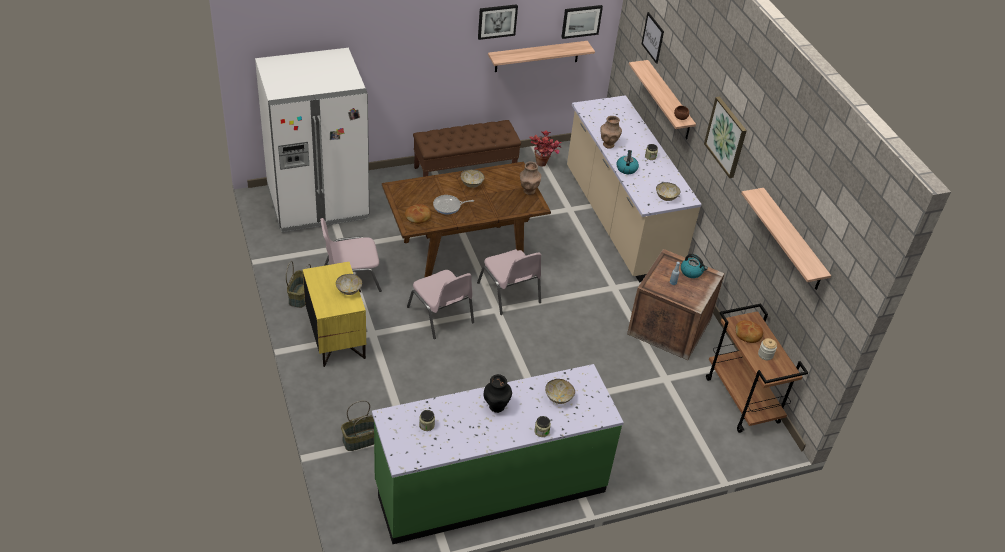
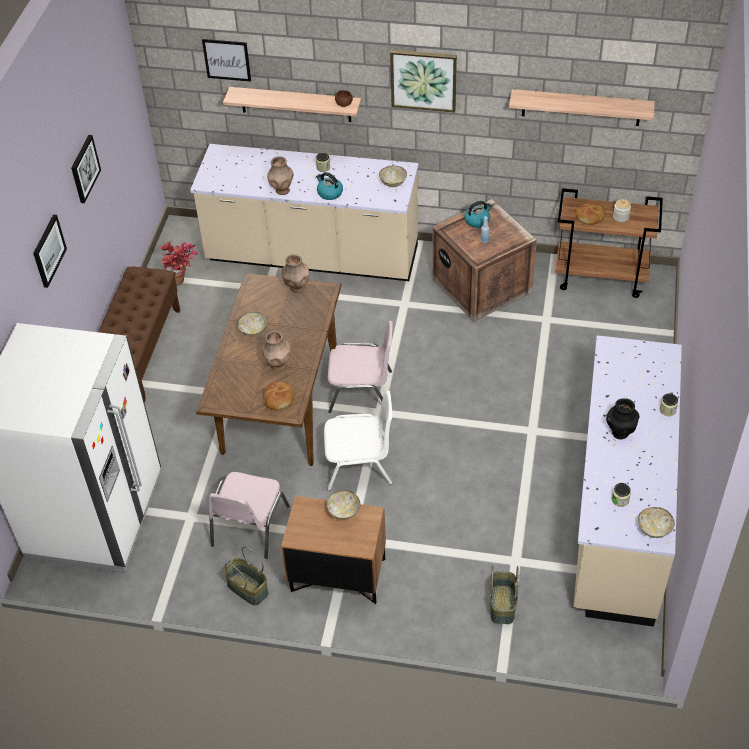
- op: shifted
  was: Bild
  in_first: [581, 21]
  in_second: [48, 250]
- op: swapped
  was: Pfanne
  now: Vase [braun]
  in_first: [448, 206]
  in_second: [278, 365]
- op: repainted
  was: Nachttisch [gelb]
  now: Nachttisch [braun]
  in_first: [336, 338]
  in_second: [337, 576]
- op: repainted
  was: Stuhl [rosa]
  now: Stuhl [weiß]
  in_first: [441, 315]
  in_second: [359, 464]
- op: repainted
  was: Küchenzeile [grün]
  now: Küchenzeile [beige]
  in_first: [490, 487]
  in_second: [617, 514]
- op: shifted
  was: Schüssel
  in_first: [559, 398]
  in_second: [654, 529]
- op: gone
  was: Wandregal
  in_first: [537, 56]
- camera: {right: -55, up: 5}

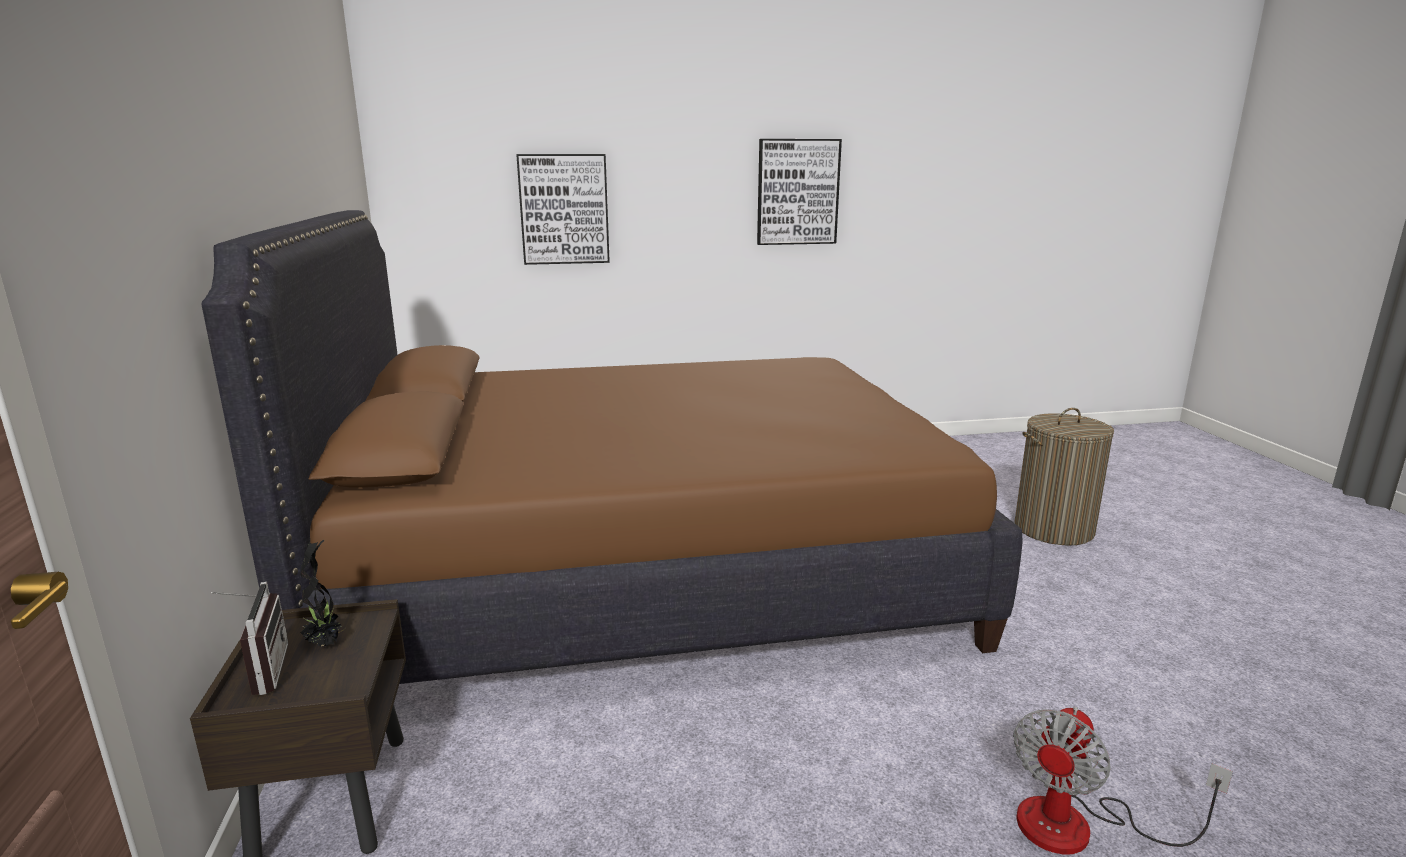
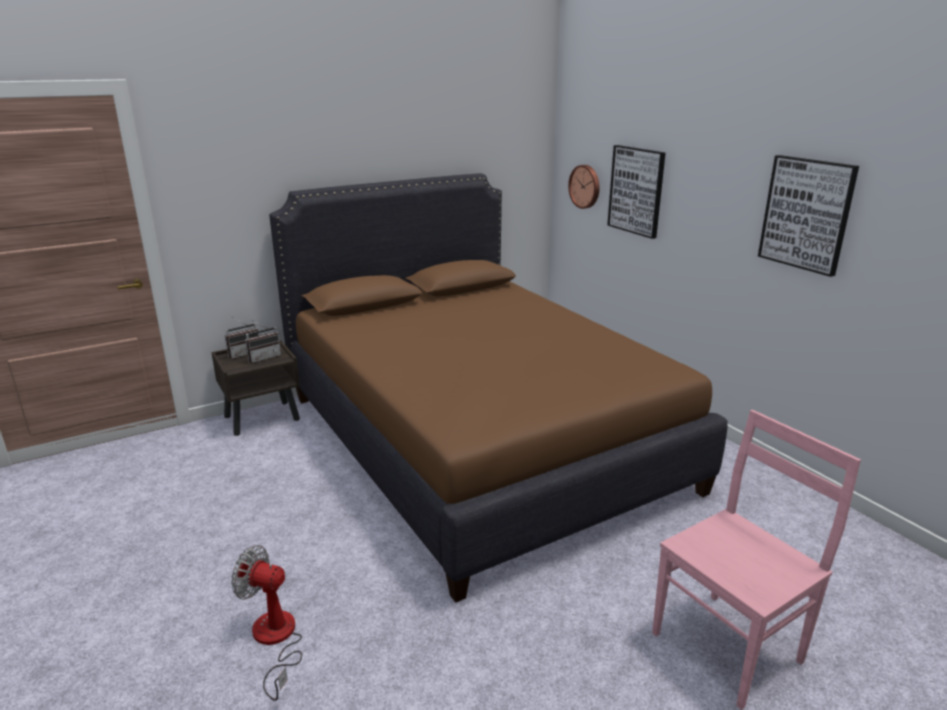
- op: swapped
  was: Topfpflanze
  now: Radio
  in_first: [325, 644]
  in_second: [263, 357]
- op: new
  now: Wanduhr
  in_second: [585, 186]
- op: swapped
  was: Wäschekorb
  now: Stuhl [rosa]
  in_first: [1053, 529]
  in_second: [729, 645]
- camera: {right: 70, up: 5}

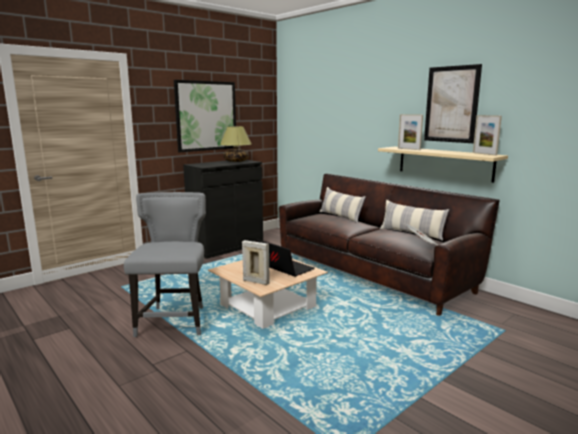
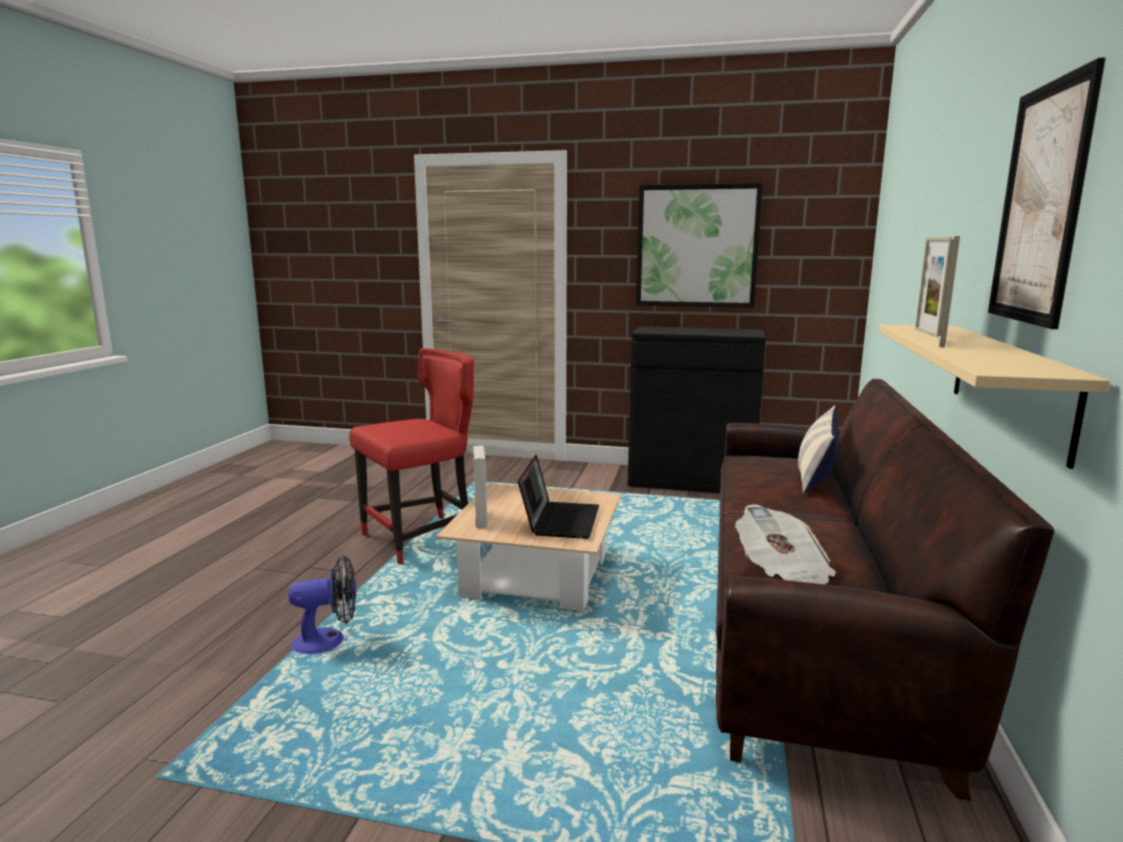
- op: new
  now: Ventilator
  in_second: [329, 641]
- op: repainted
  was: Stuhl [grau]
  now: Stuhl [rot]
  in_first: [174, 321]
  in_second: [422, 538]
- op: shifted
  was: Bilderrahmen
  in_first: [484, 154]
  in_second: [941, 342]
- op: gone
  was: Tischlampe
  in_first: [236, 161]
- op: gone
  was: Kissen
  in_first: [411, 233]
- camera: {right: 55, up: 0}

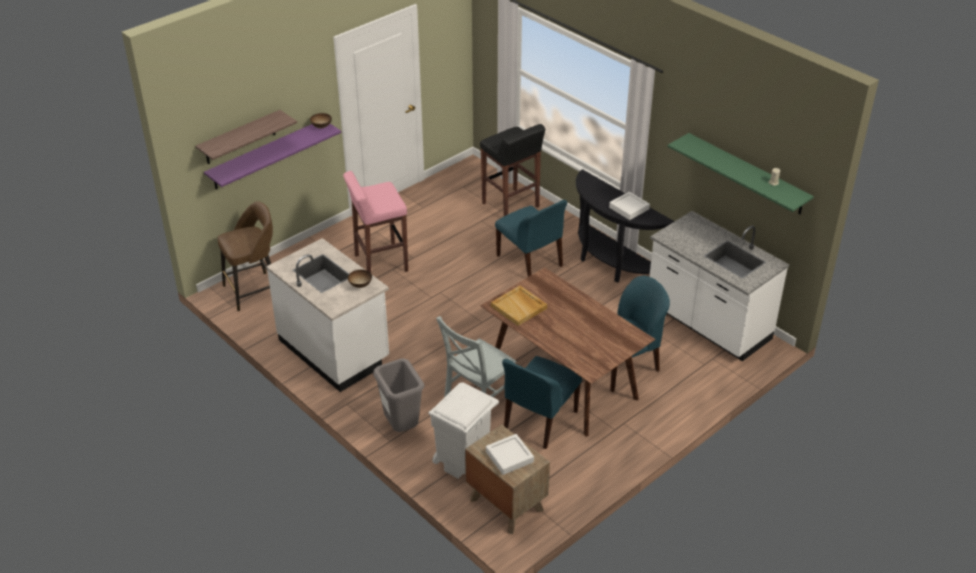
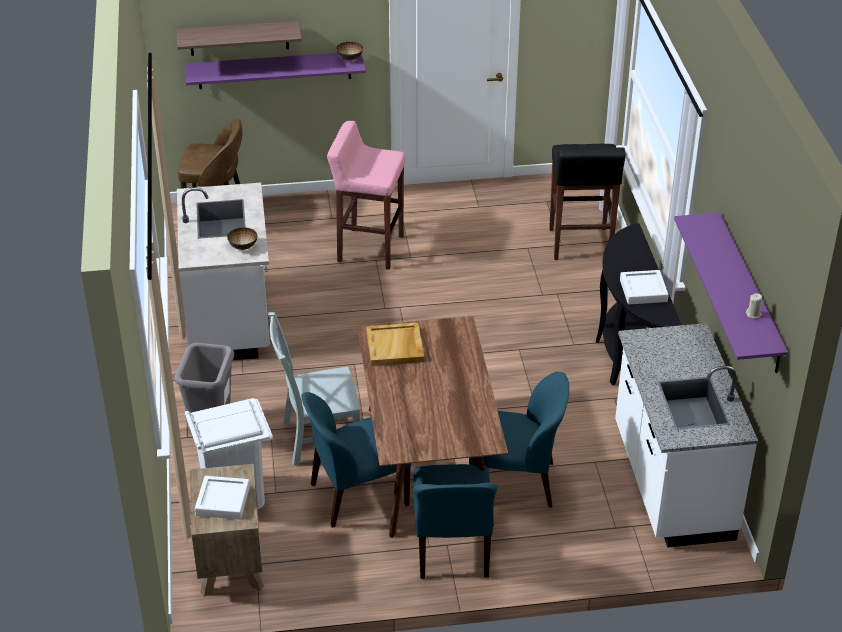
- op: shifted
  was: Stuhl [blau]
  in_first: [530, 261]
  in_second: [452, 548]
- op: repainted
  was: Wandregal [grün]
  now: Wandregal [lila]
  in_first: [747, 174]
  in_second: [749, 293]
- camera: {right: 35, up: 0}

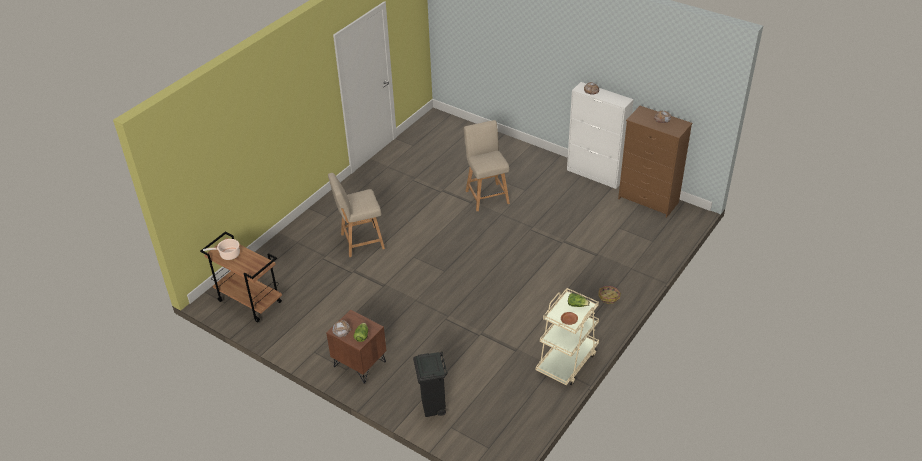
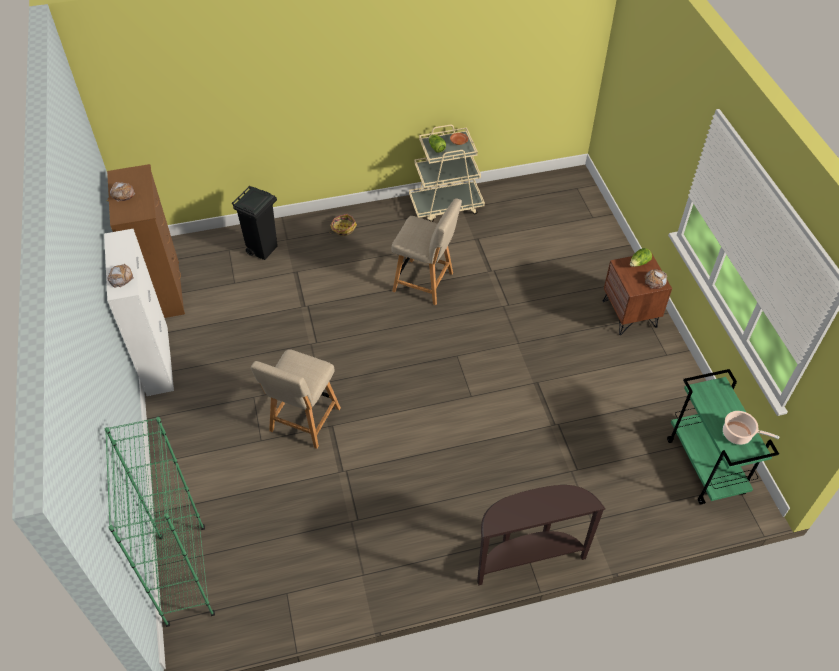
- op: new
  now: Bücherregal [grün]
  in_second: [186, 575]
- op: shifted
  was: Mülleimer [schwarz]
  in_first: [433, 408]
  in_second: [263, 249]
- op: shifted
  was: Stuhl [beige]
  in_first: [360, 242]
  in_second: [426, 283]
- op: new
  now: Konsolentisch [braun]
  in_second: [527, 558]
- op: repainted
  was: Rollwagen [braun]
  now: Rollwagen [grün]
  in_first: [249, 301]
  in_second: [706, 466]
- camera: {right: -140, up: 10}

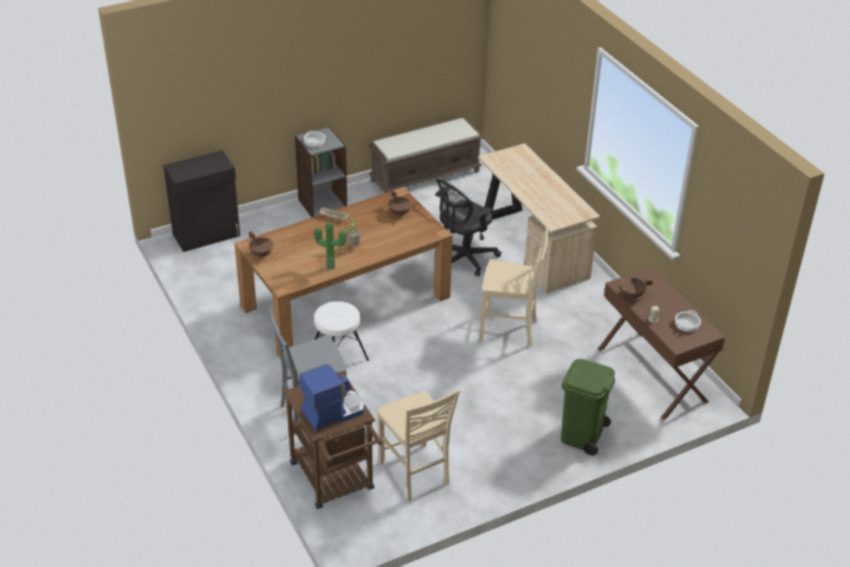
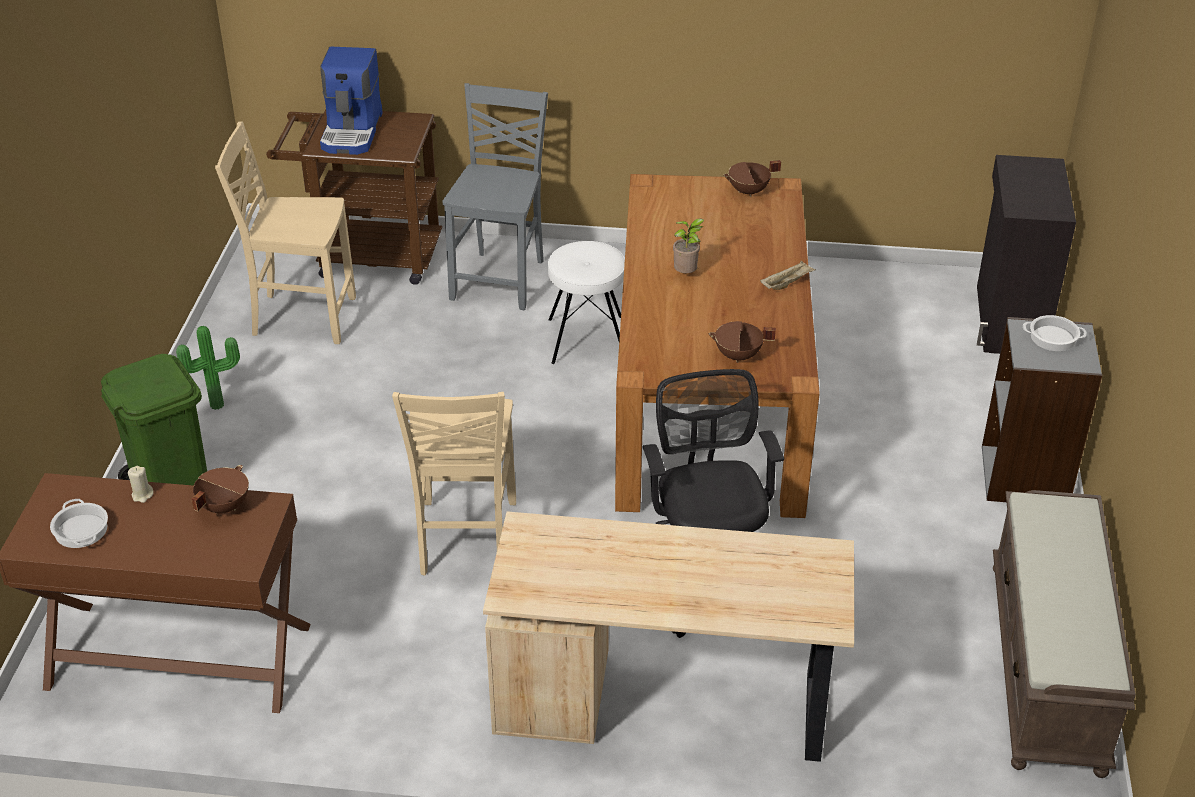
- op: shifted
  was: Topfpflanze
  in_first: [331, 266]
  in_second: [218, 406]
- op: rotated
  was: Stuhl [beige]
  in_first: [509, 330]
  in_second: [465, 539]
  clockwise: -45
- camera: {right: 125, up: 0}

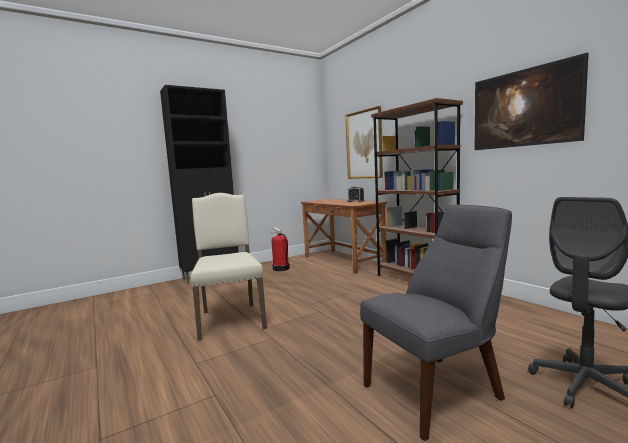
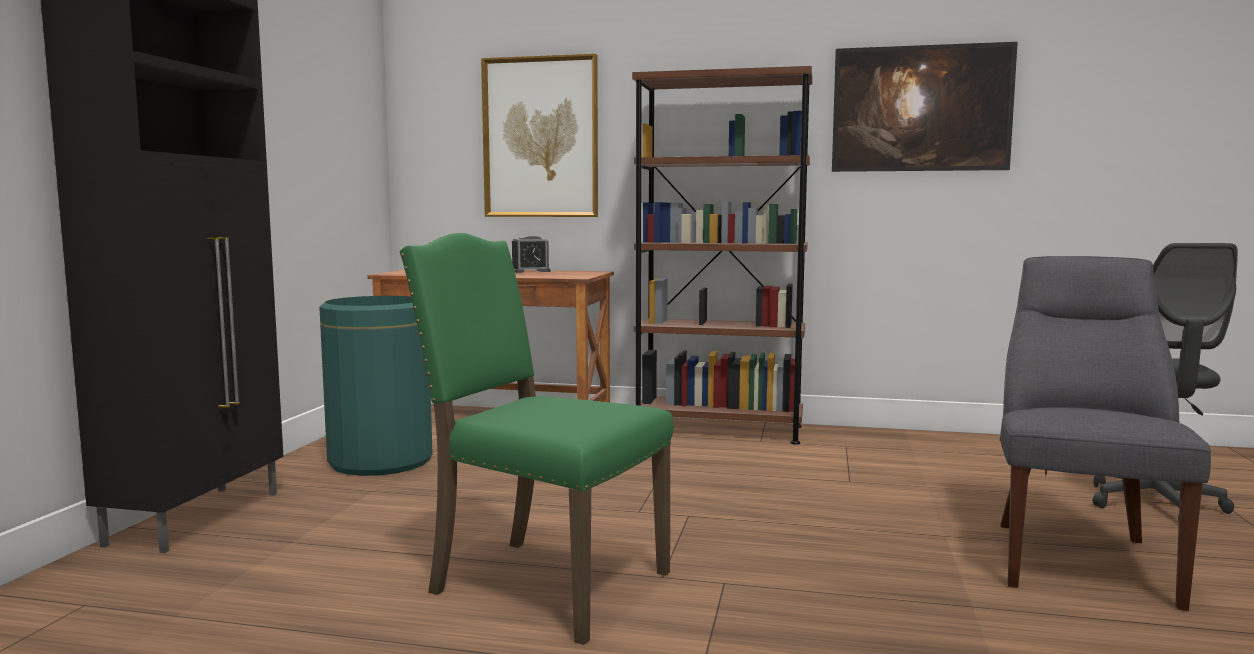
- op: swapped
  was: Feuerlöscher
  now: Mülleimer [grün]
  in_first: [280, 268]
  in_second: [380, 461]
- op: repainted
  was: Stuhl [beige]
  now: Stuhl [grün]
  in_first: [230, 319]
  in_second: [543, 583]
- camera: {right: -45, up: 0}

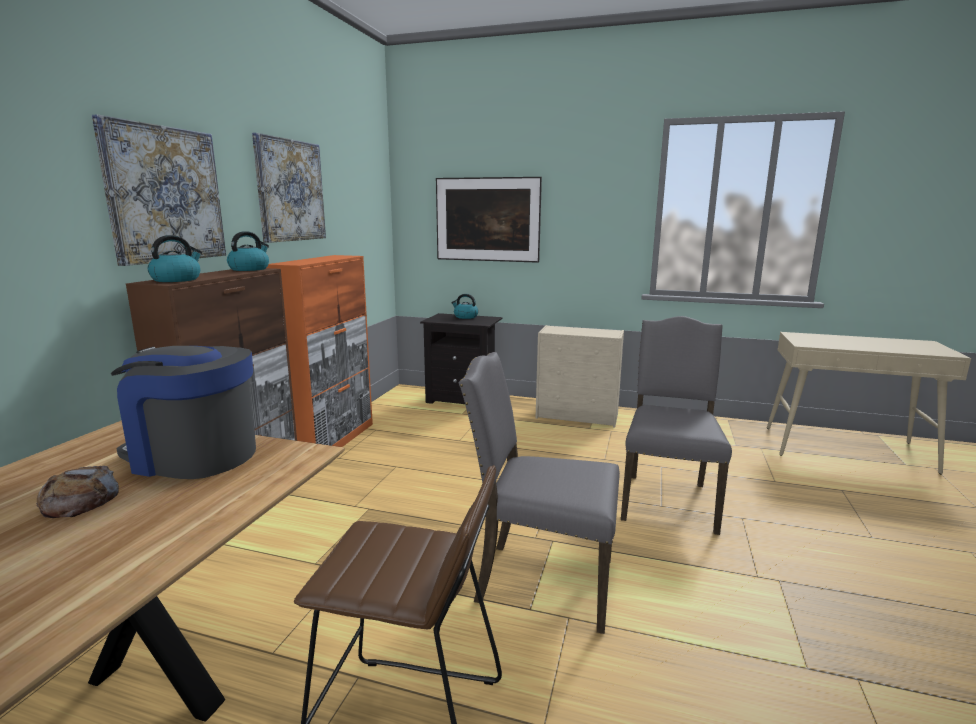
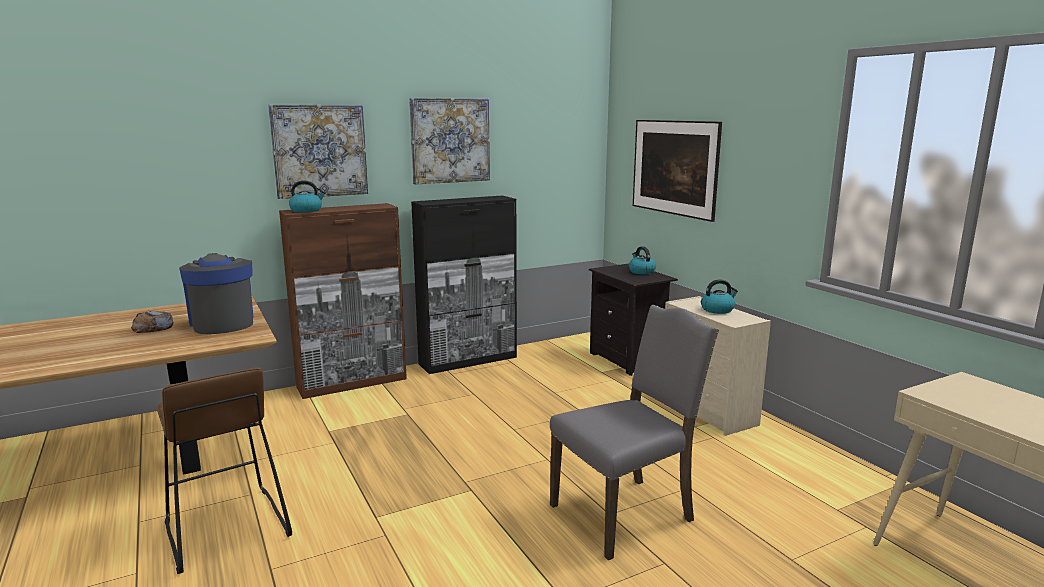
- op: repainted
  was: Schrank [orange]
  now: Schrank [schwarz]
  in_first: [333, 441]
  in_second: [468, 360]
- op: shifted
  was: Wasserkessel
  in_first: [249, 269]
  in_second: [717, 310]
- op: gone
  was: Stuhl [grau]
  in_first: [541, 581]
- camera: {right: 45, up: 0}

